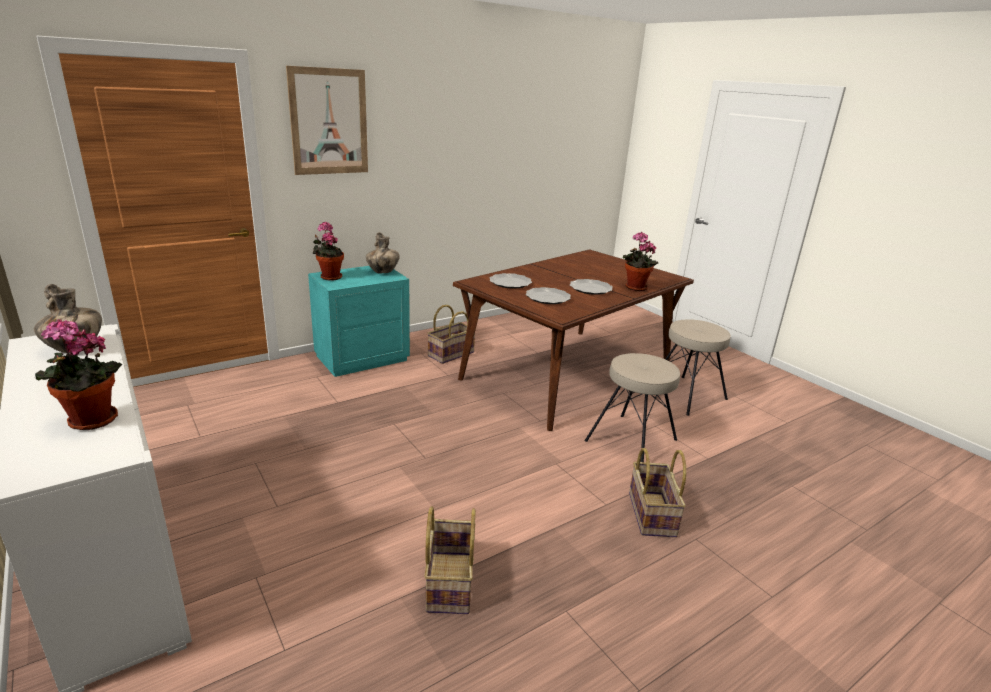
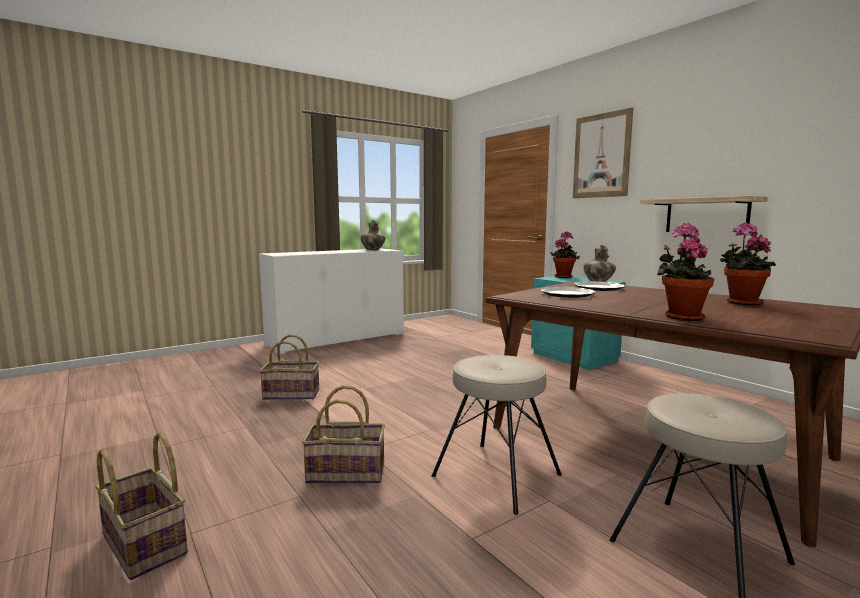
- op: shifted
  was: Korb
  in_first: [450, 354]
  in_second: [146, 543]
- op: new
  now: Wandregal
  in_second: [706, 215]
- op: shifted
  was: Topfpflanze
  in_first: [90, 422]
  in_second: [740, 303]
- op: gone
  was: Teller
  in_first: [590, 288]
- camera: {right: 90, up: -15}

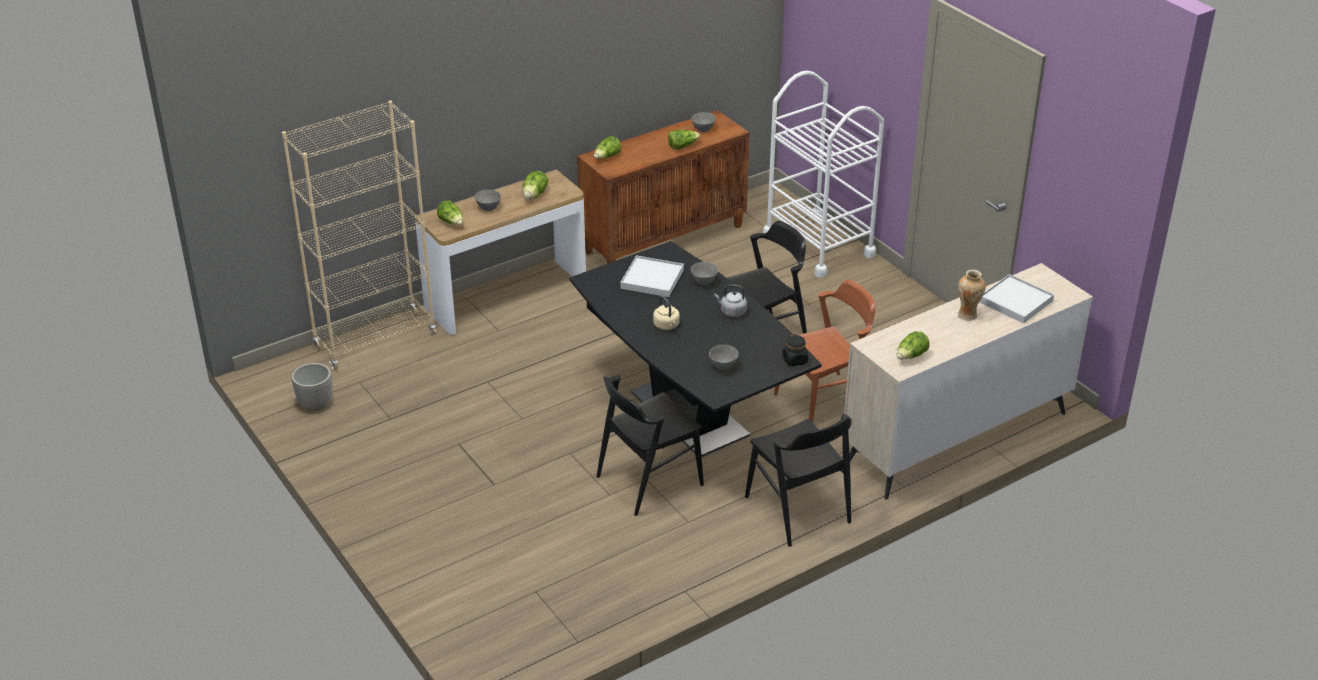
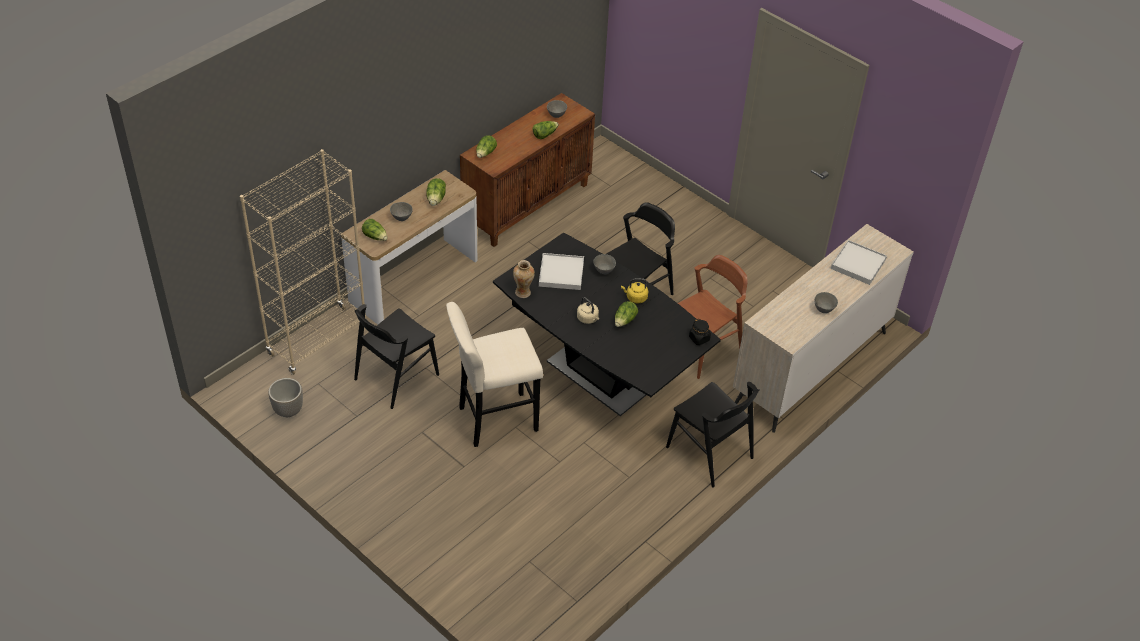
- op: shifted
  was: Stuhl [schwarz]
  in_first: [649, 480]
  in_second: [396, 377]
- op: new
  now: Hocker [beige]
  in_second: [494, 420]
- op: shifted
  was: Vase
  in_first: [968, 315]
  in_second: [523, 292]
- op: shifted
  was: Salatkopf
  in_first: [911, 356]
  in_second: [625, 321]
- op: repainted
  was: Wasserkessel [grau]
  now: Wasserkessel [gelb]
  in_first: [731, 312]
  in_second: [635, 298]
- op: shifted
  was: Schüssel [grau]
  in_first: [723, 367]
  in_second: [823, 310]
- op: gone
  was: Rollwagen [weiß]
  in_first: [819, 245]
- camera: {right: -15, up: 10}

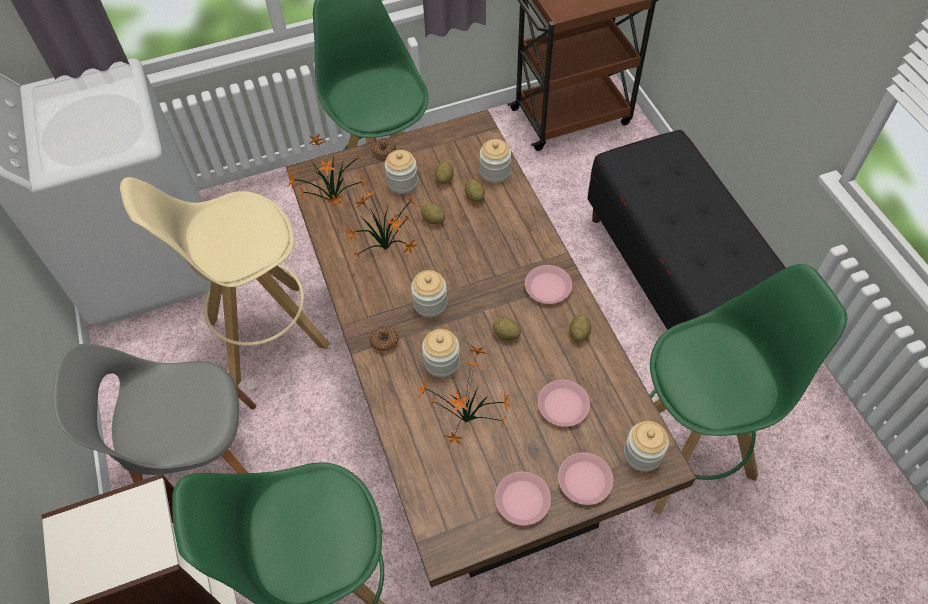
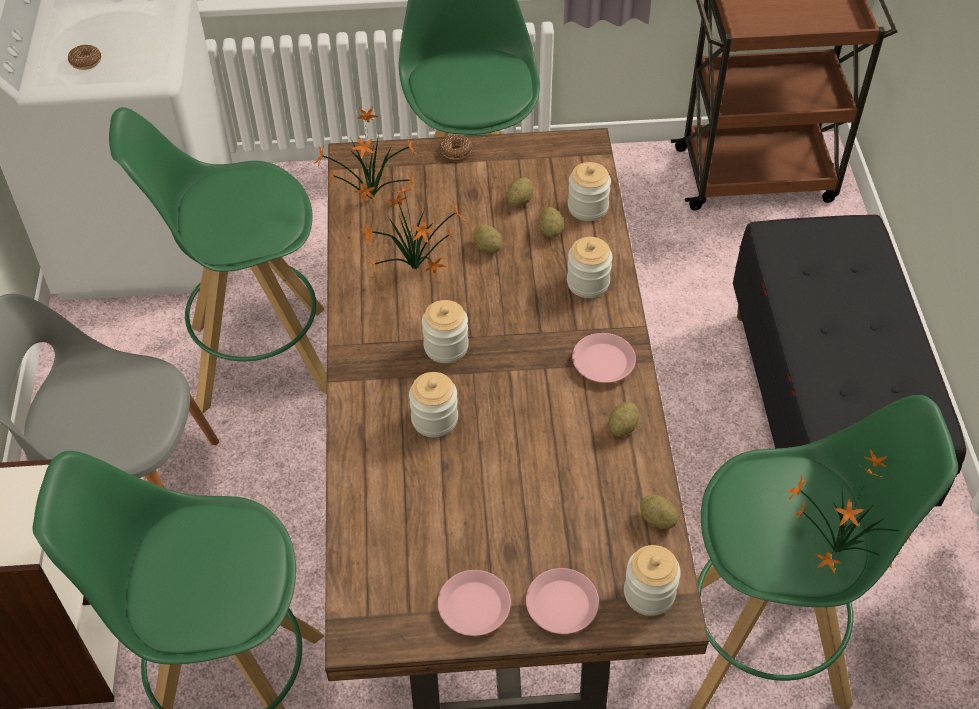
- op: shifted
  was: Donut
  in_first: [384, 341]
  in_second: [86, 62]
- op: repainted
  was: Hocker [beige]
  now: Hocker [grün]
  in_first: [265, 334]
  in_second: [259, 358]
- op: shifted
  was: Vorratsglas
  in_first: [402, 183]
  in_second: [588, 283]
- op: shifted
  was: Kartoffel
  in_first: [506, 334]
  in_second: [657, 519]
- op: shifted
  was: Topfpflanze
  in_first: [463, 421]
  in_second: [832, 550]
- op: gone
  was: Teller [rosa]
  in_first: [563, 405]
- camera: {right: 15, up: -5}

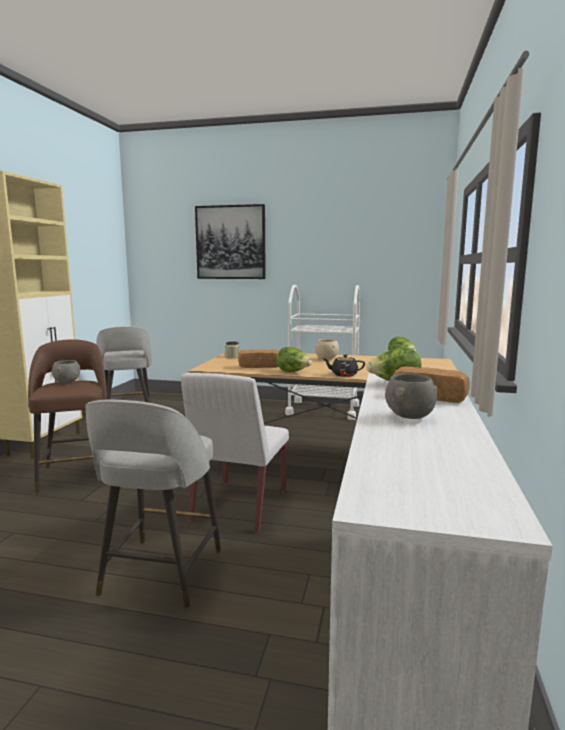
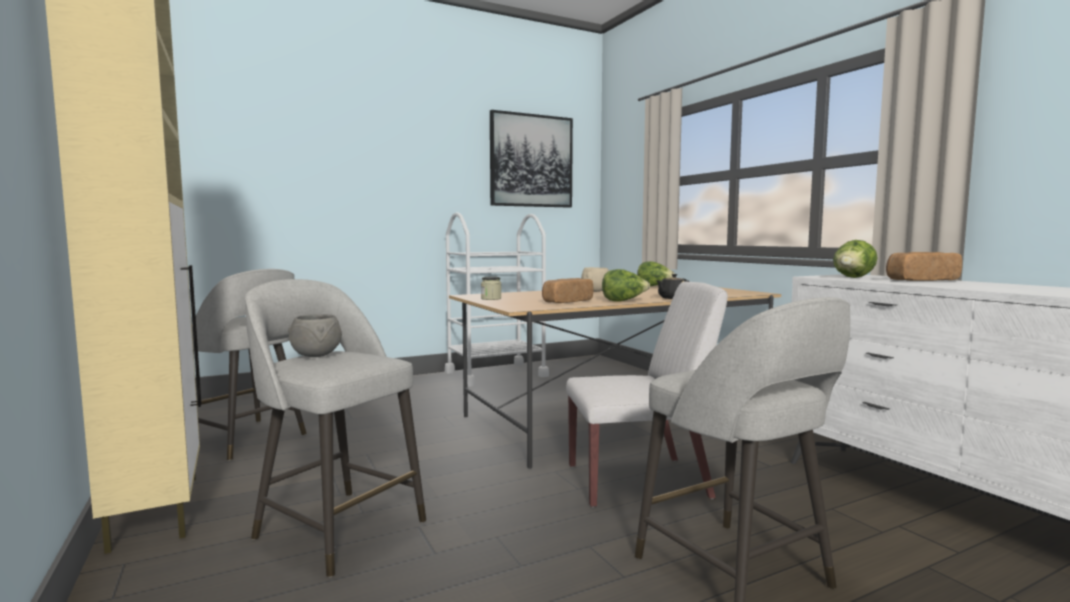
- op: repainted
  was: Hocker [braun]
  now: Hocker [grau]
  in_first: [76, 474]
  in_second: [337, 528]
- op: shifted
  was: Bild
  in_first: [230, 242]
  in_second: [531, 161]
- op: rotated
  was: Stuhl [weiß]
  in_first: [239, 506]
  in_second: [639, 481]
  clockwise: -75
- op: gone
  was: Schüssel [grau]
  in_first: [408, 417]
- camera: {right: -40, up: -5}

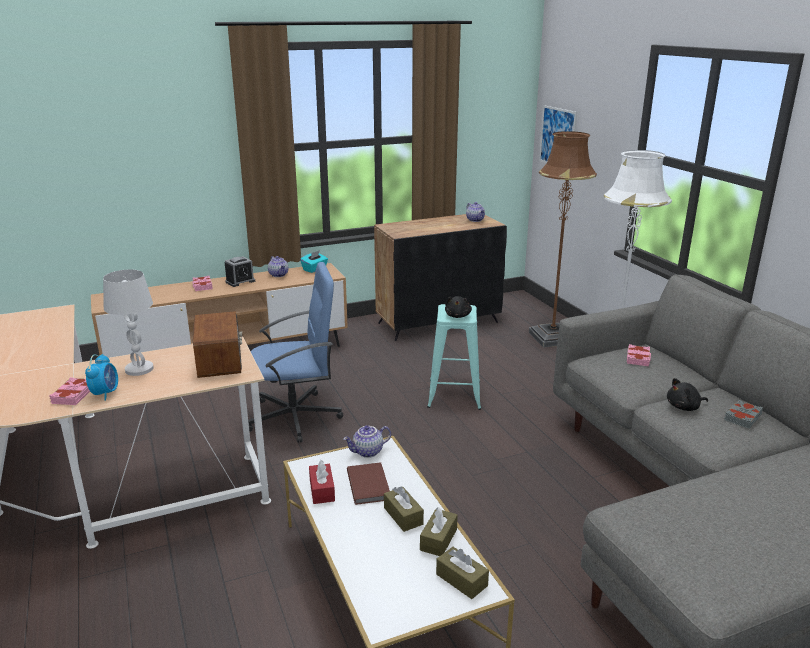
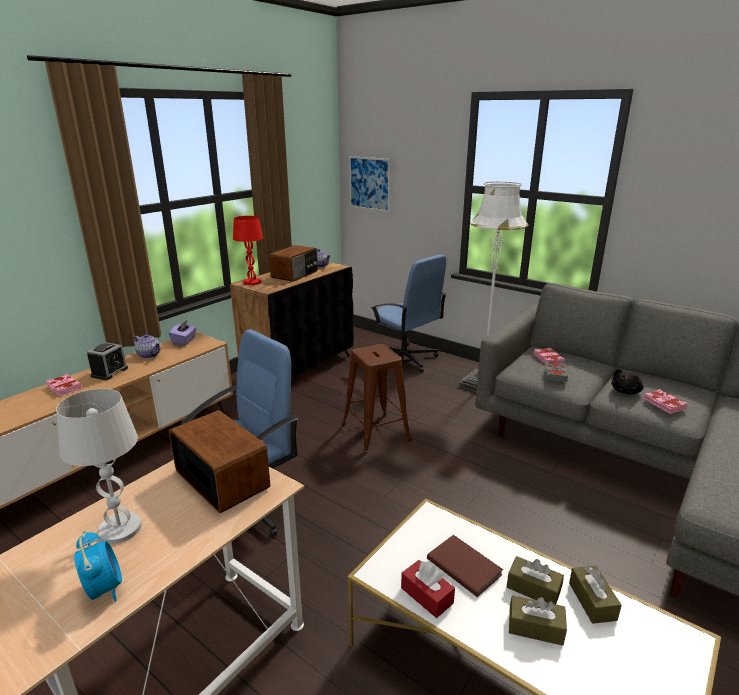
- op: repainted
  was: Taschentuchbox [türkis]
  now: Taschentuchbox [lila]
  in_first: [315, 269]
  in_second: [184, 341]
- op: new
  now: Tischlampe [rot]
  in_second: [251, 282]
- op: new
  now: Radio
  in_second: [295, 274]
- op: repainted
  was: Hocker [türkis]
  now: Hocker [braun]
  in_first: [454, 394]
  in_second: [375, 432]
- op: swapped
  was: Stehlampe [braun]
  now: Bürostuhl [blau]
  in_first: [552, 338]
  in_second: [404, 359]
- op: shifted
  was: Taschentuchbox [braun]
  in_first: [461, 580]
  in_second: [535, 627]
- op: shifted
  was: Buch [grau]
  in_first: [742, 417]
  in_second: [554, 374]
- op: shifted
  was: Buch [rosa]
  in_first: [73, 395]
  in_second: [663, 404]
- op: gone
  was: Teekanne
  in_first: [368, 452]
- op: gone
  was: Plüschtier [schwarz]
  in_first: [458, 316]
- camera: {right: -30, up: 0}

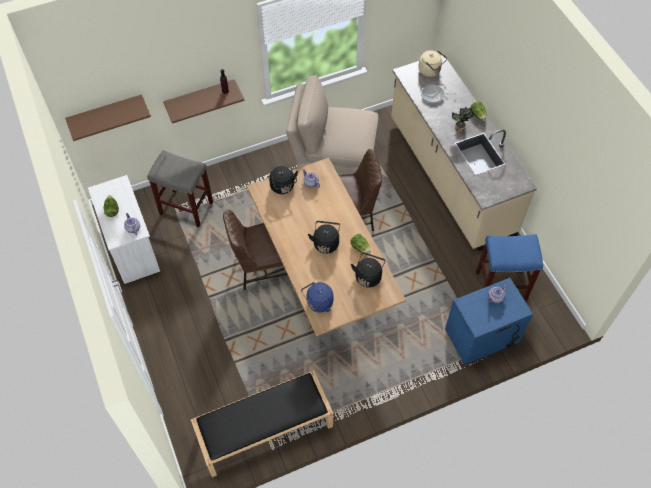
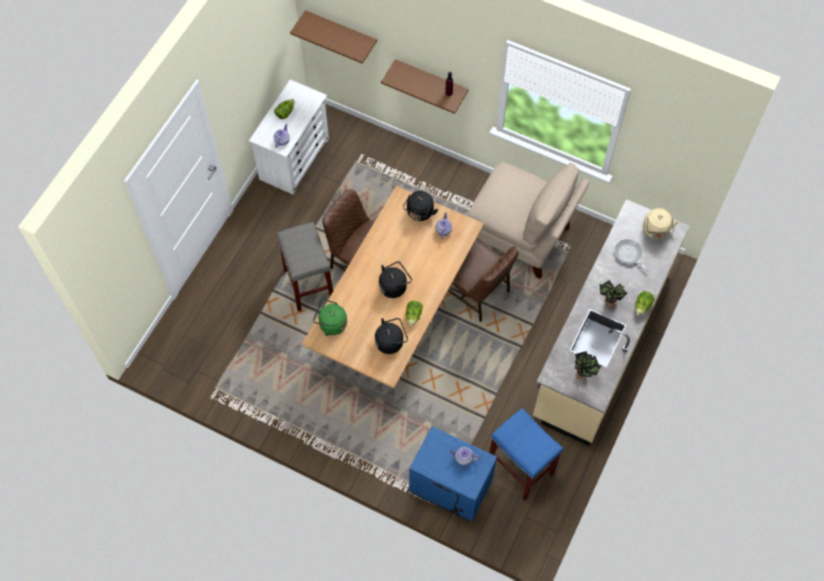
- op: shifted
  was: Hocker [grau]
  in_first: [185, 208]
  in_second: [308, 284]
- op: repainted
  was: Wasserkessel [blau]
  now: Wasserkessel [grün]
  in_first: [318, 304]
  in_second: [331, 324]
- op: rotated
  was: Stuhl [beige]
  in_first: [333, 163]
  in_second: [521, 237]
  clockwise: 150
- op: new
  now: Topfpflanze
  in_second: [583, 375]
- op: gone
  was: Bank [schwarz]
  in_first: [264, 430]
- camera: {right: 50, up: 5}

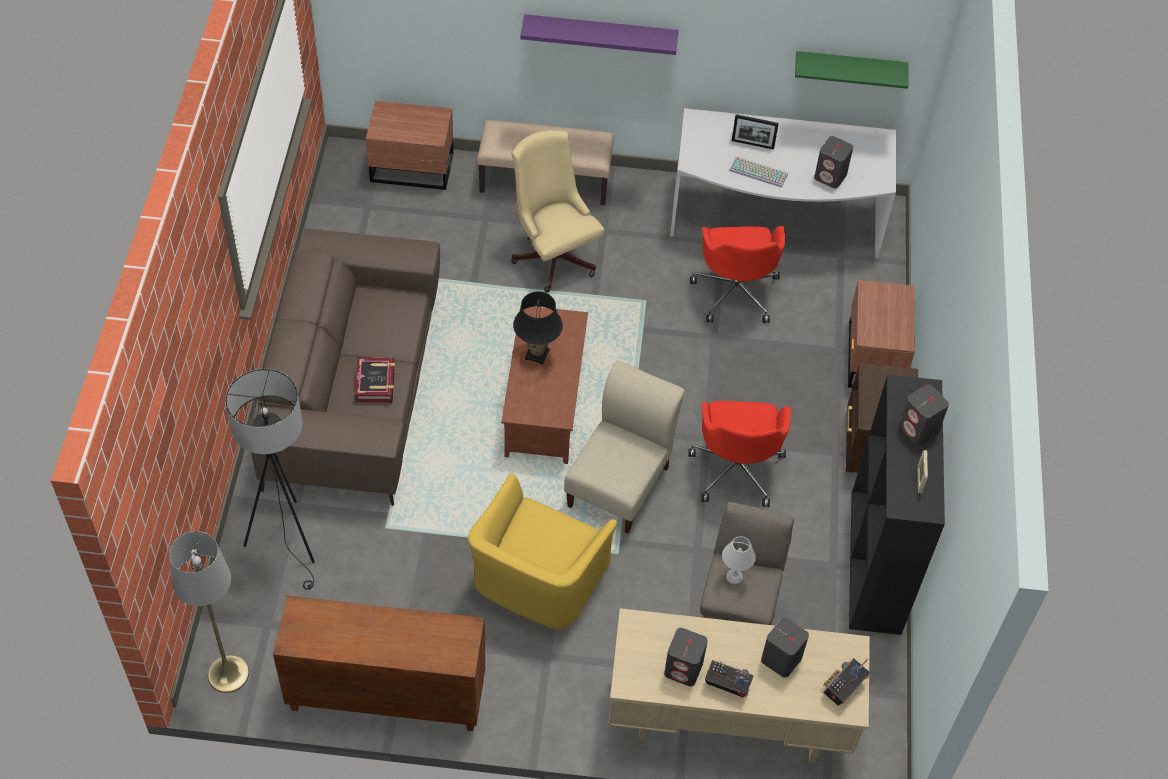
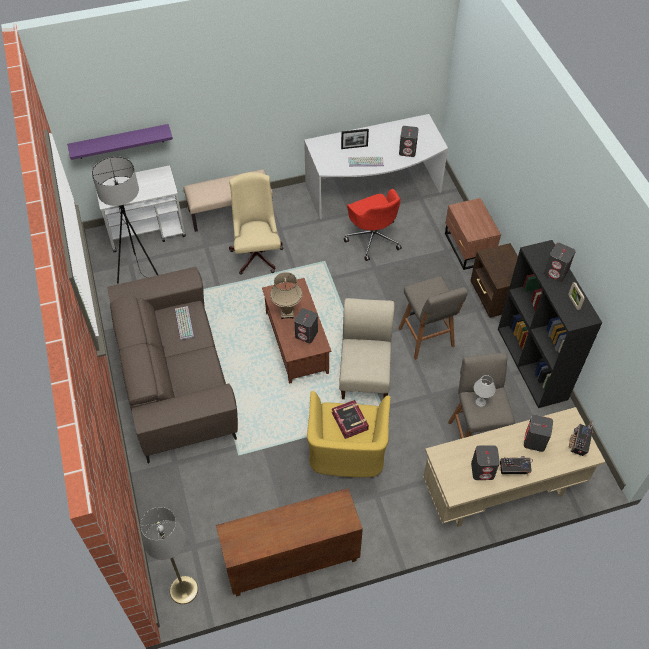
- op: shifted
  was: Wandregal [lila]
  in_first: [600, 34]
  in_second: [120, 141]
- op: shifted
  was: Stehlampe [schwarz]
  in_first: [289, 540]
  in_second: [141, 272]
- op: swapped
  was: Nachttisch [braun]
  now: Rollwagen [weiß]
  in_first: [413, 169]
  in_second: [147, 231]
- op: new
  now: Tastatur
  in_second: [183, 323]
- op: rotated
  was: Bürostuhl [beige]
  in_first: [553, 255]
  in_second: [257, 253]
  clockwise: 45
- op: repainted
  was: Tischlampe [schwarz]
  now: Tischlampe [beige]
  in_first: [537, 355]
  in_second: [287, 313]
- op: new
  now: Lautsprecher [grau]
  in_second: [306, 334]
- op: shifted
  was: Buch
  in_first: [376, 383]
  in_second: [350, 421]
- op: swapped
  was: Bürostuhl [rot]
  now: Hocker [grau]
  in_first: [736, 468]
  in_second: [427, 339]
- op: gone
  was: Wandregal [grün]
  in_first: [849, 68]
- camera: {right: -20, up: 0}

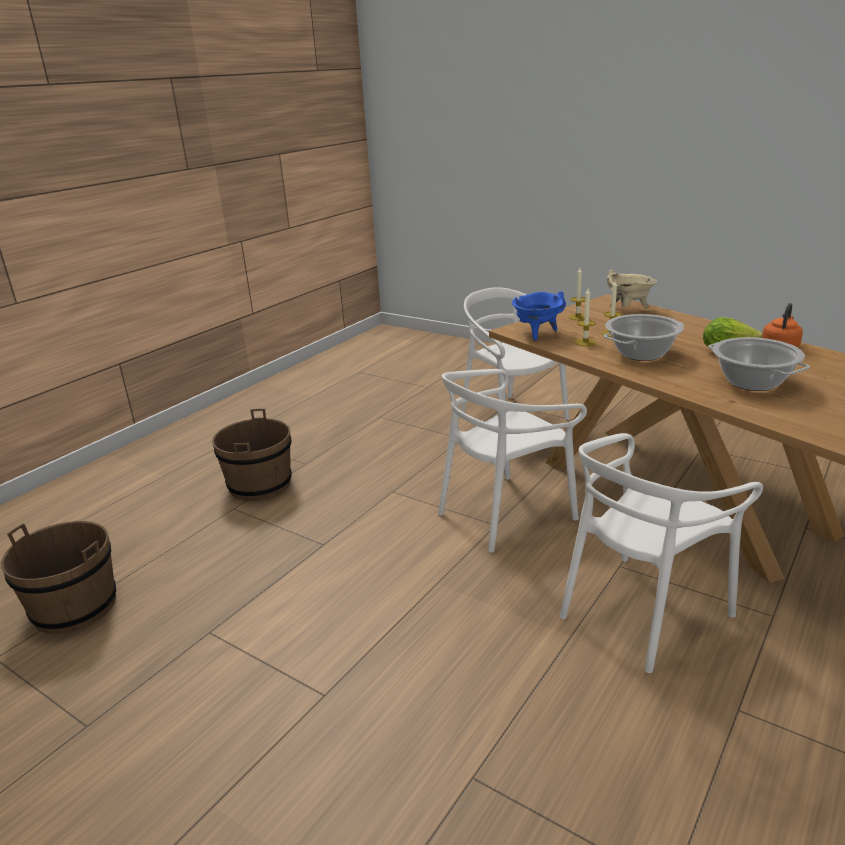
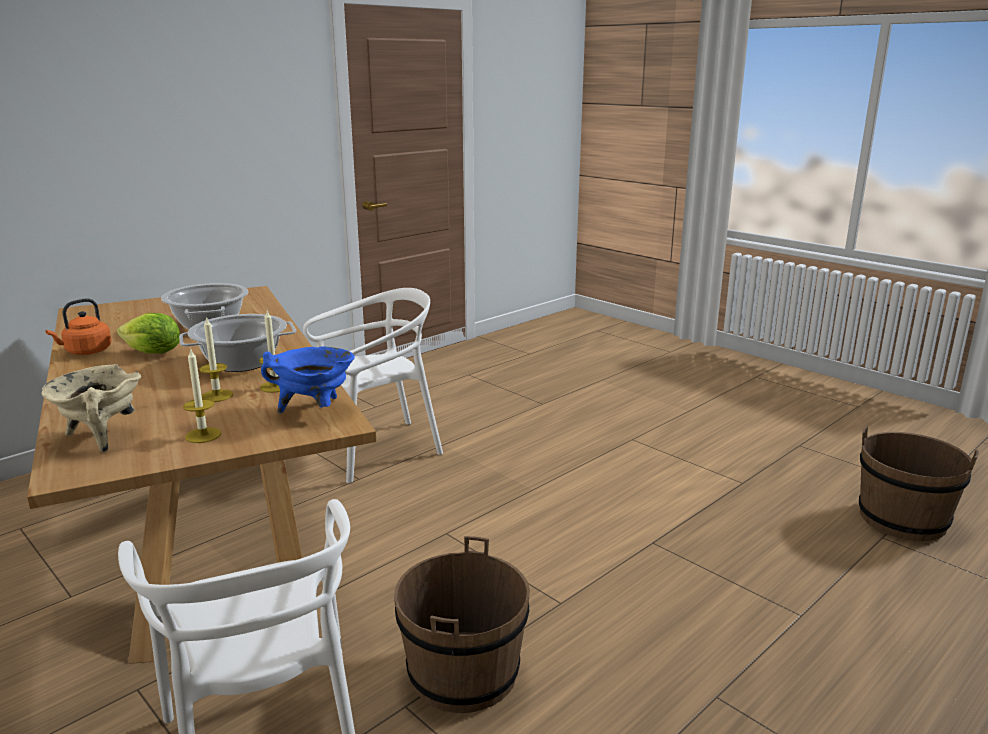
- op: shifted
  was: Eimer [braun]
  in_first: [260, 485]
  in_second: [463, 673]
- op: gone
  was: Stuhl [weiß]
  in_first: [505, 513]
- camera: {right: -170, up: -5}

